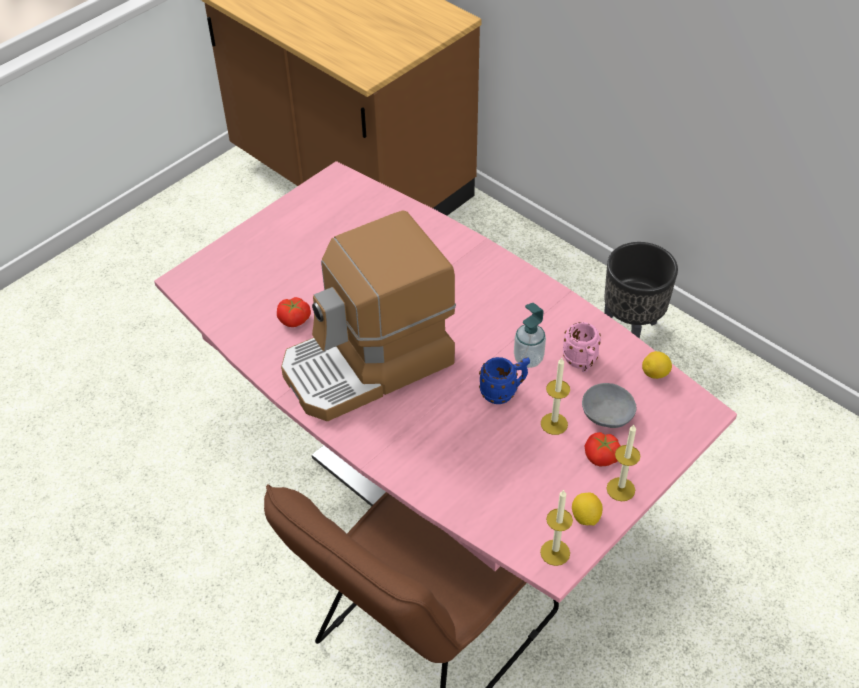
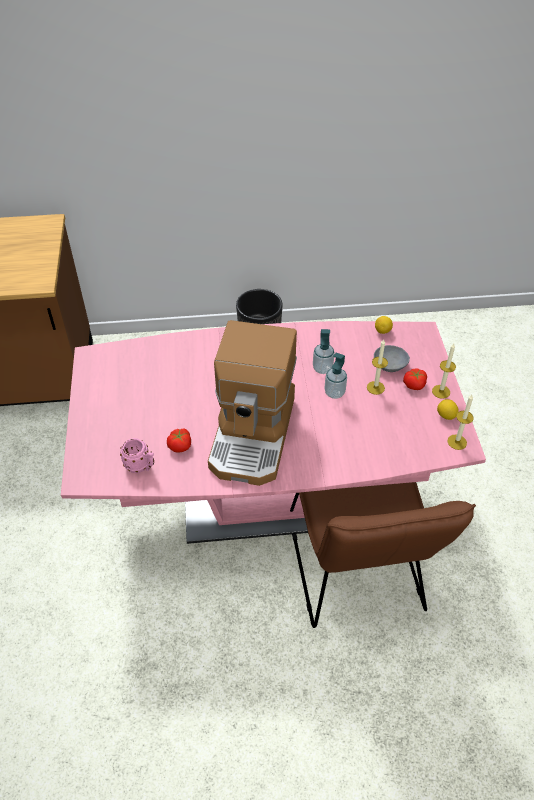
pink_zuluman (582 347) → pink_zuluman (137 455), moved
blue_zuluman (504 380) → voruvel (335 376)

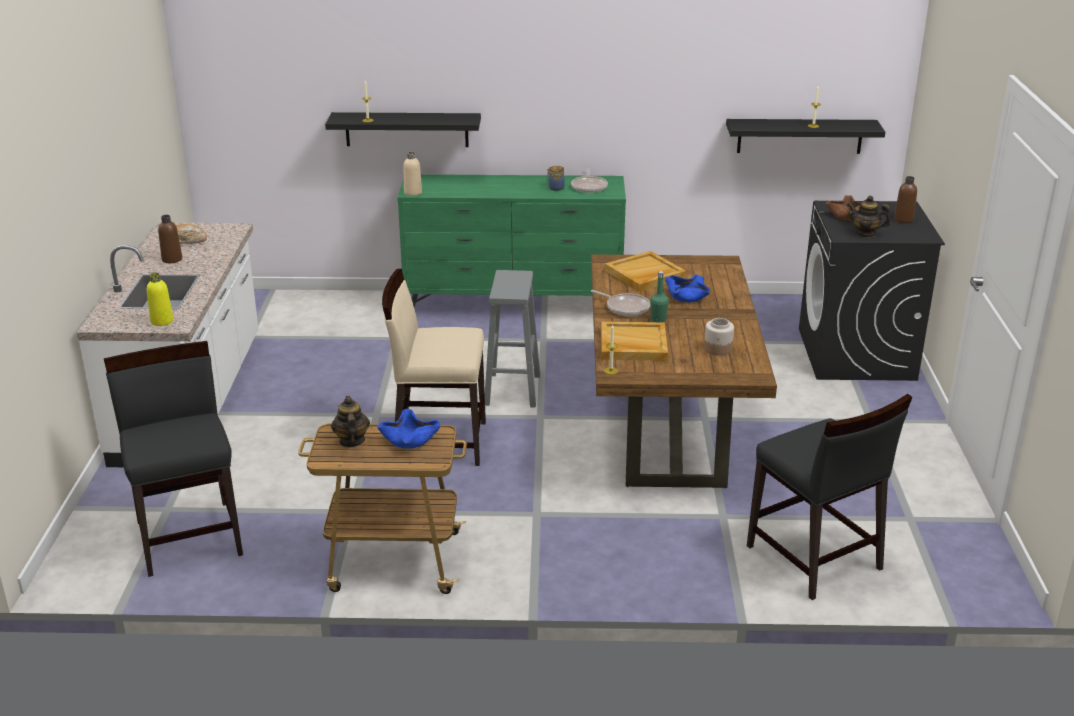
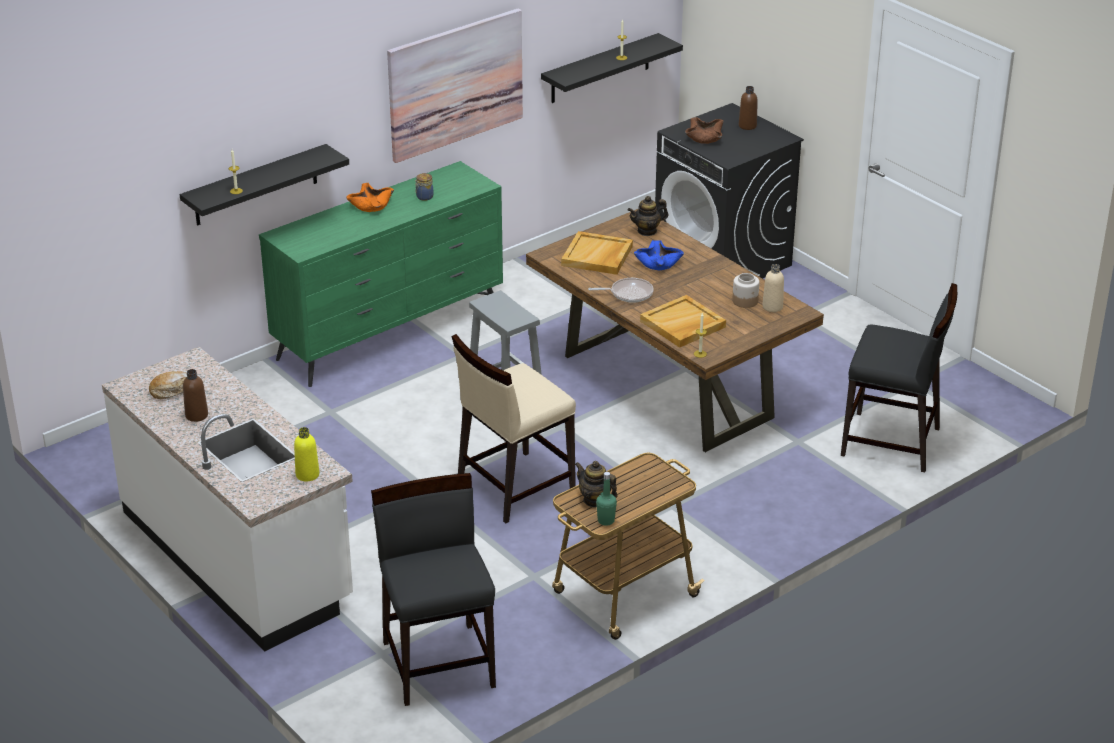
- → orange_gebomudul (370 197)
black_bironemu (173 459) → black_bironemu (433 589), 45 degrees clockwise
- → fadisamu (455 85)
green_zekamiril (659 296) → green_zekamiril (606 499), moved
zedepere (869 217) → zedepere (648 216), moved
beige_zekamiril (413 174) → beige_zekamiril (773 288), moved
blue_gebomudul (409 429) → -
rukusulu (589 180) → -

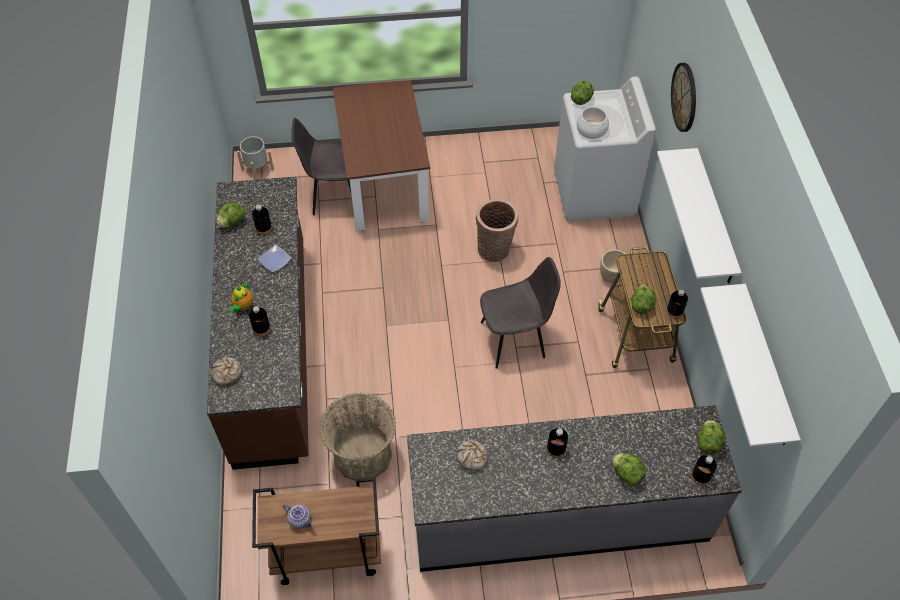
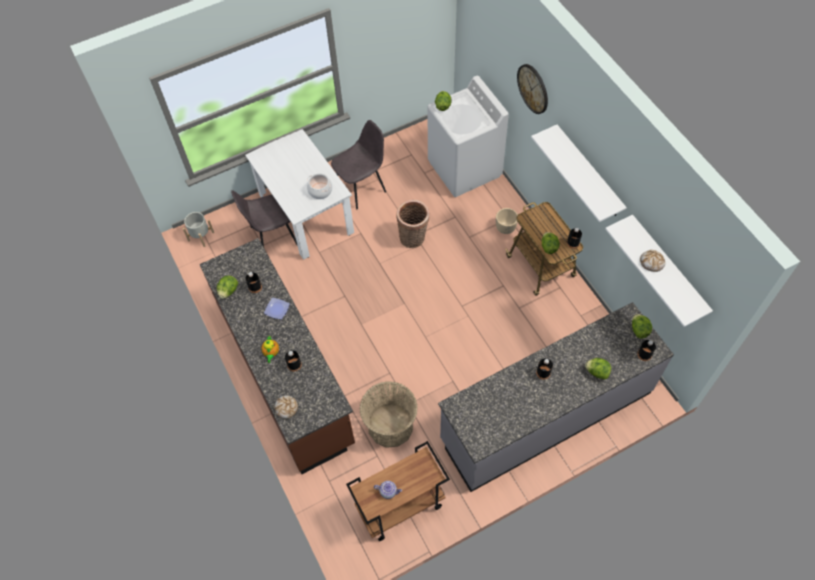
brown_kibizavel (381 155) → white_kibizavel (299 194)
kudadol (593 122) → kudadol (319 186), moved
grey_bironemu (520 313) → grey_bironemu (358 165), moved
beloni (472 455) → beloni (652 261), moved

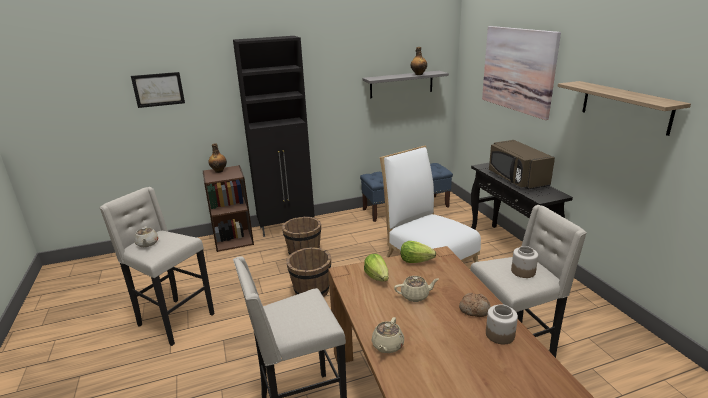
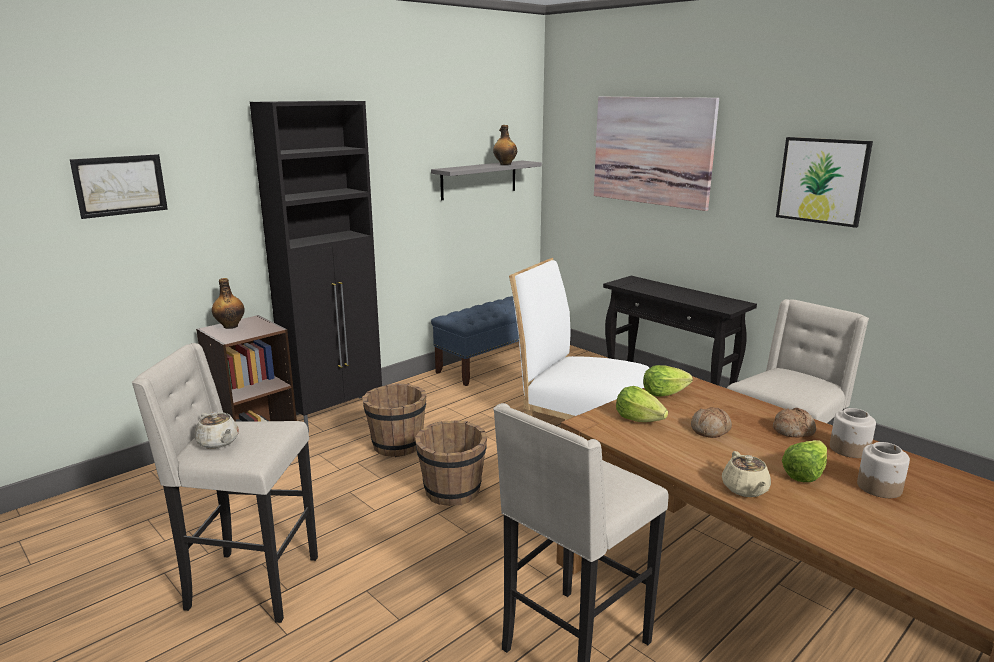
beige_zedepere (416 289) → beloni (711 422)
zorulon (624 108) → fadisamu (824 182)
- → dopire (804 461)
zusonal (524 262) → zusonal (883 470), moved
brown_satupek (522 164) → -

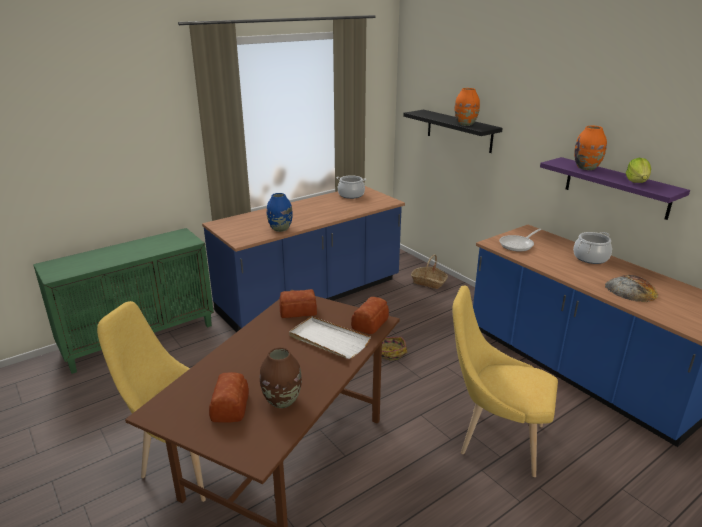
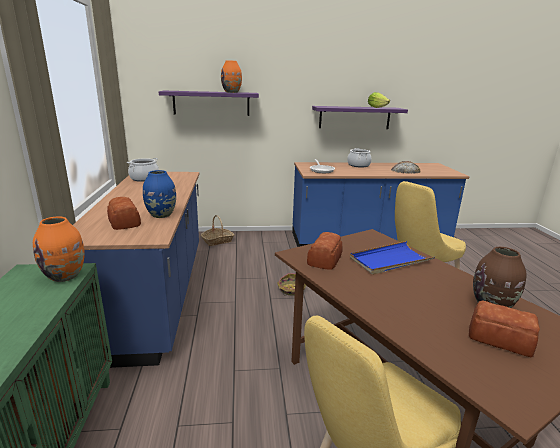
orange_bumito (590 148) → orange_bumito (59 249), moved
beloni (370 315) → beloni (124 213), moved
black_zorulon (453 131) → purple_zorulon (209 103)
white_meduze (330 337) → blue_meduze (392 258)

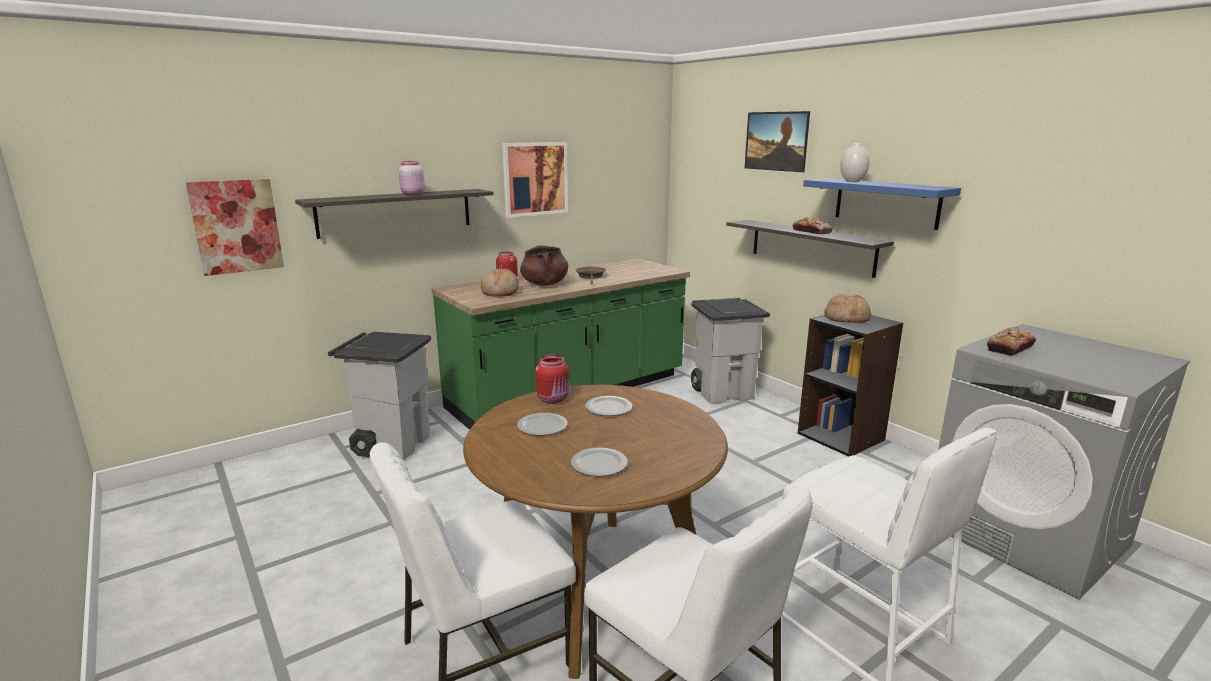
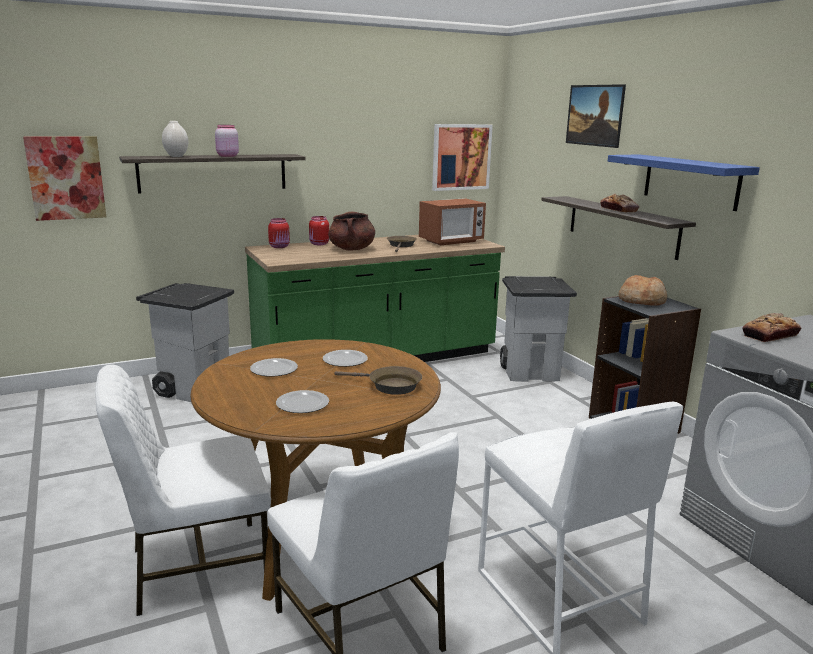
white_bumito (855 162) → white_bumito (175 139), moved
red_zusonal (552 379) → red_zusonal (279 233), moved
- → brown_rukusulu (378 380)
- → satupek (452 221)
fadisamu (535 180) → fadisamu (462 157), moved
beloni (500 282) → -

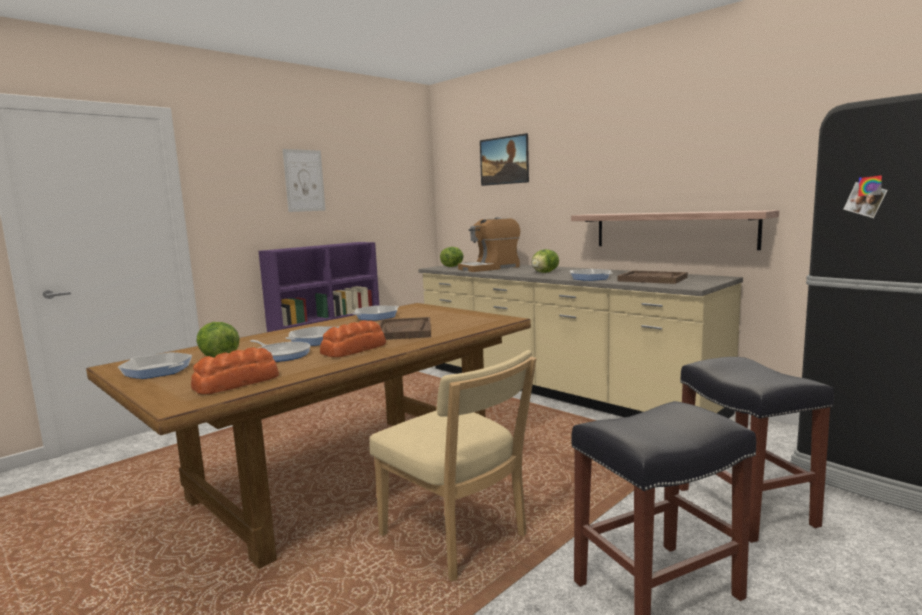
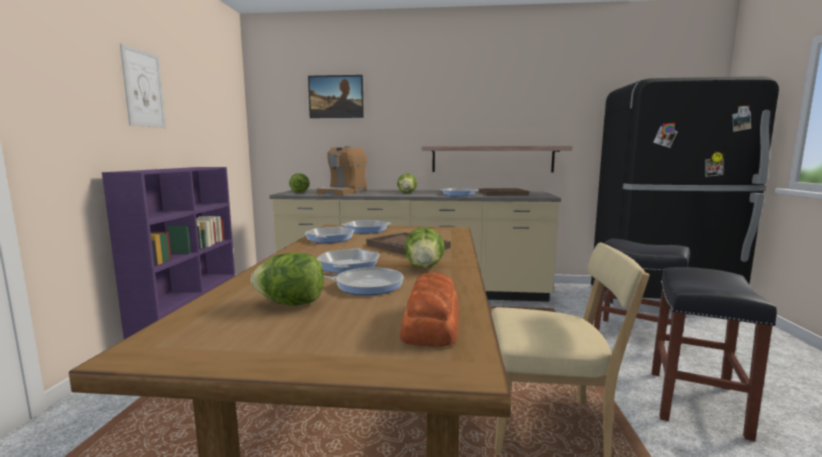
rukusulu (155 365) → rukusulu (366 227), moved
beloni (353 338) → dopire (425 247)

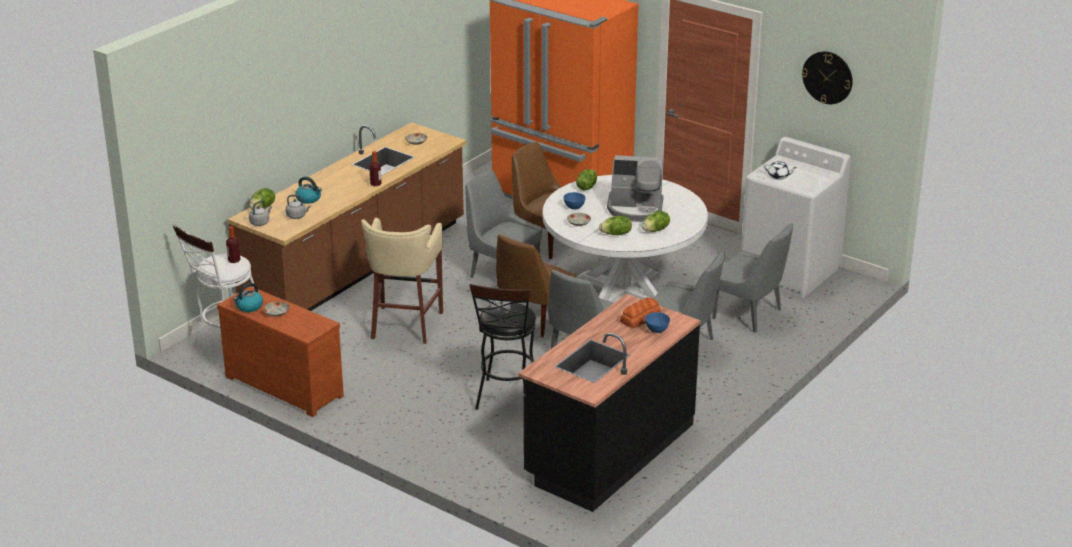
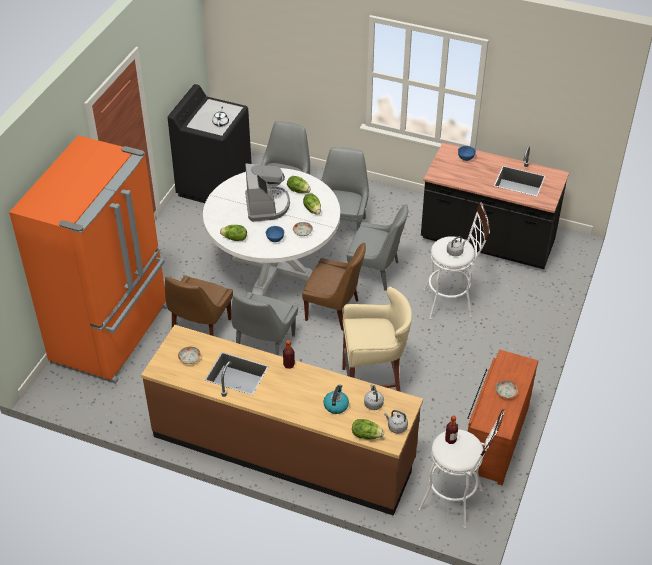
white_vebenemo (796 217) → black_vebenemo (210 143)
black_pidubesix (502 347) → white_pidubesix (456 261)
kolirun (248 297) → -
beloni (640 313) → -
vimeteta (827 77) → -

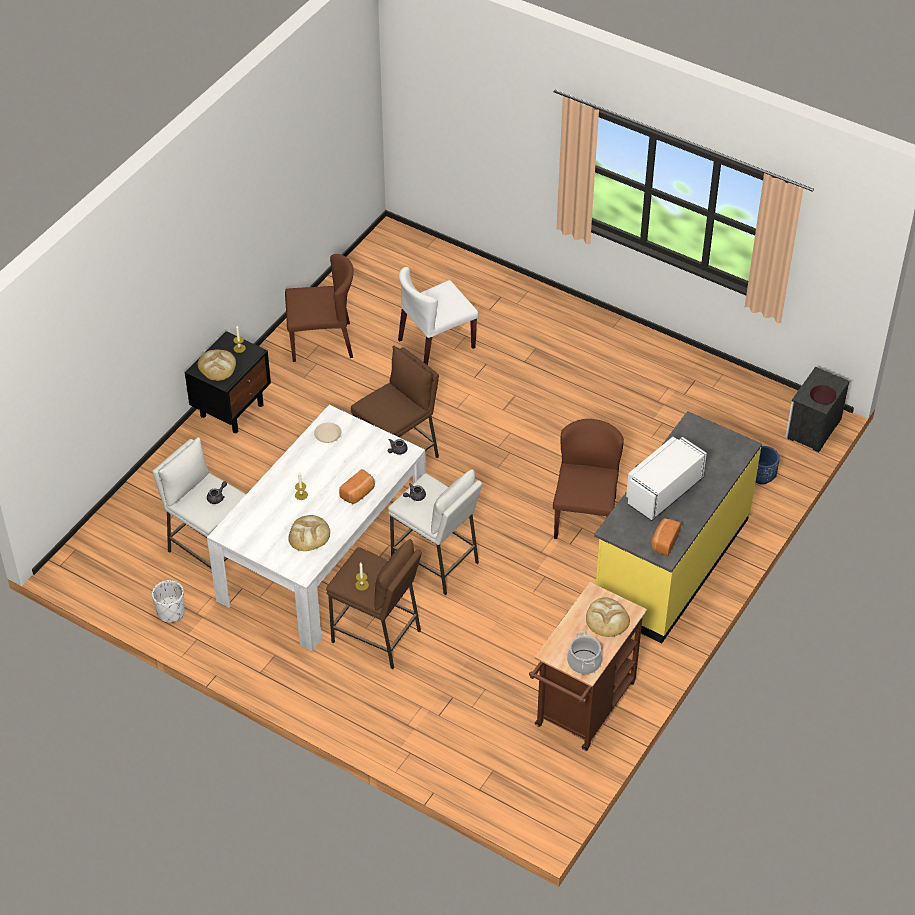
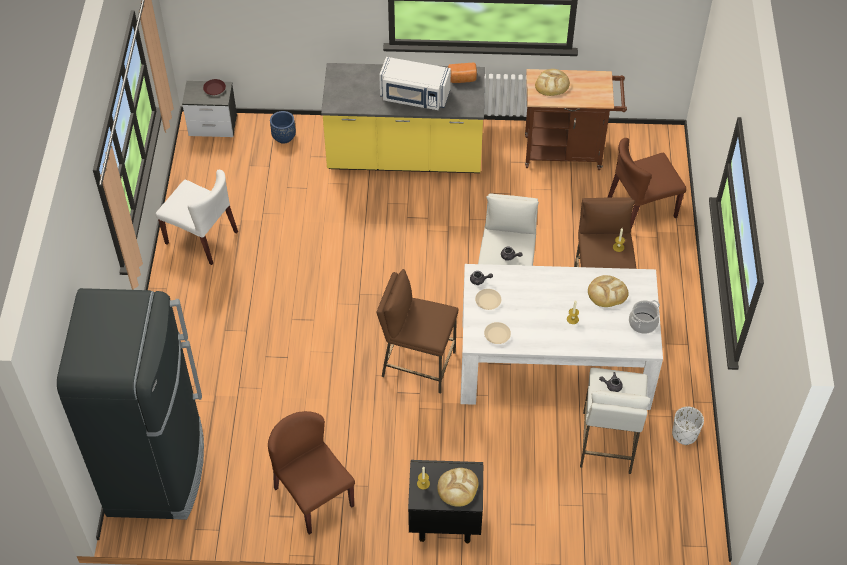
- → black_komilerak (130 404)
white_bironemu (438 316) → white_bironemu (197 217), moved
- → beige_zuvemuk (488 299)
brown_bironemu (588 479) → brown_bironemu (647 183), moved
kudadol (584 653) → kudadol (644 317), moved
beloni (357 486) → -

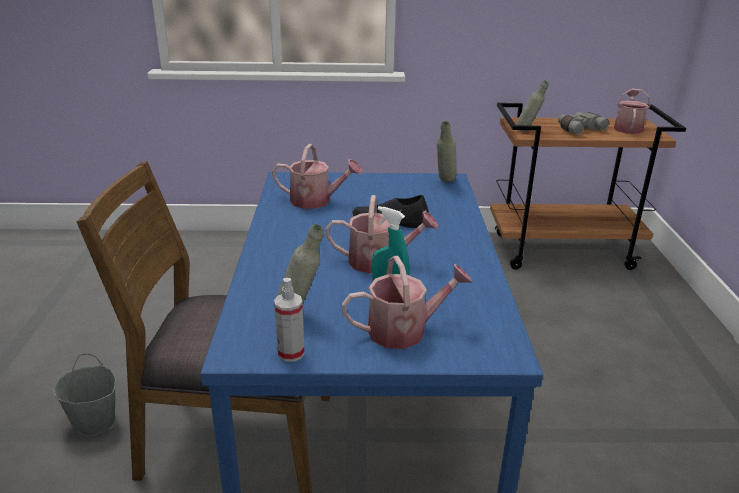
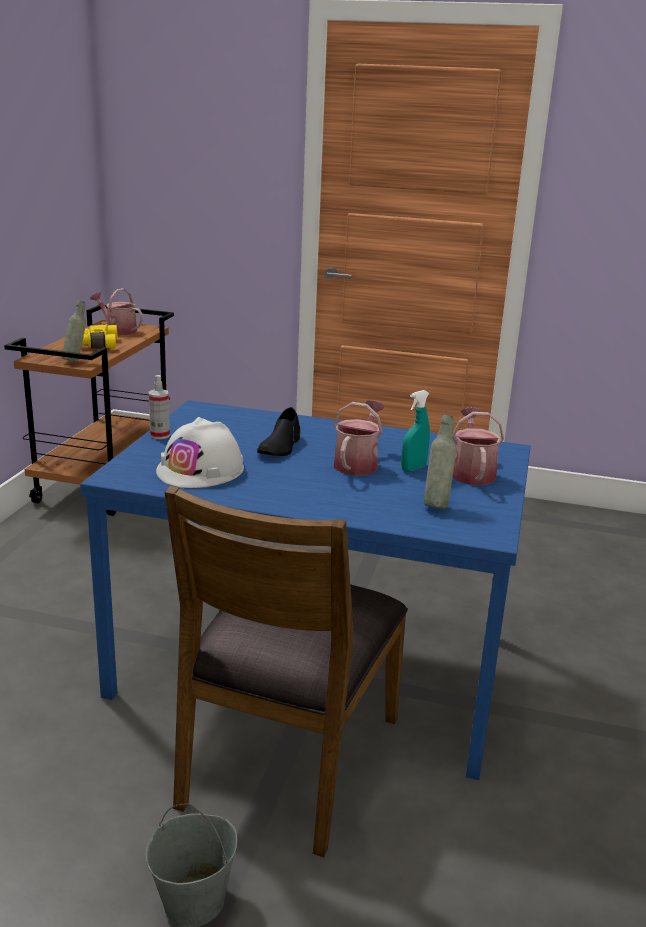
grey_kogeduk (583 123) → yellow_kogeduk (99 336)
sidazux (289 320) → sidazux (159 407), moved
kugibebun (317 176) → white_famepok (200 452)
grey_zekamiril (447 151) → -

